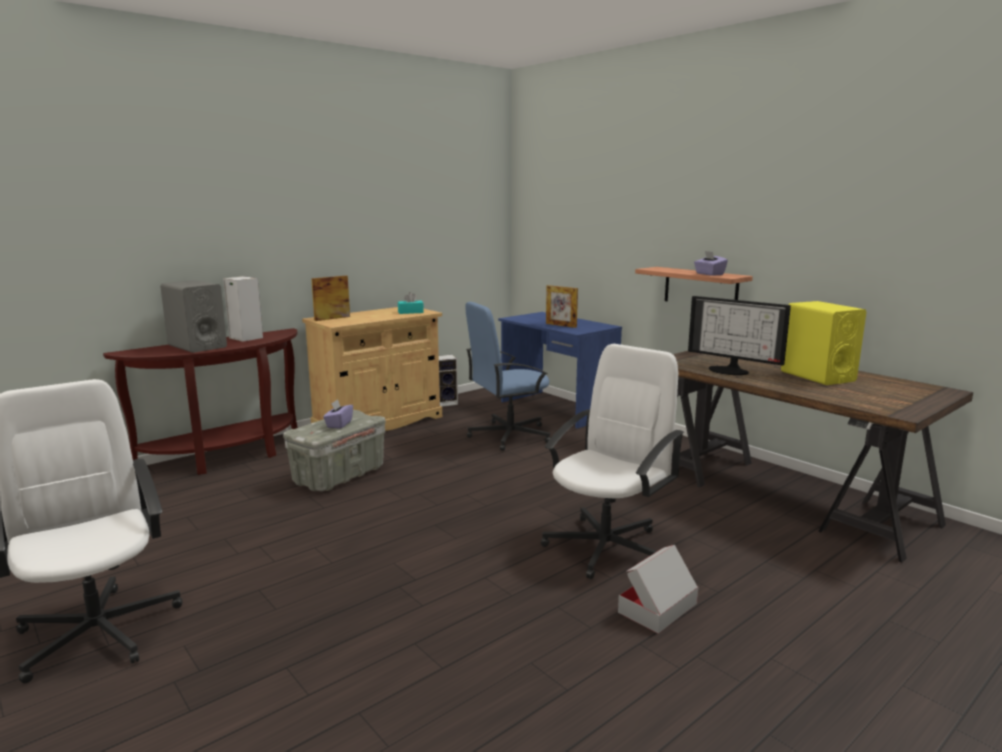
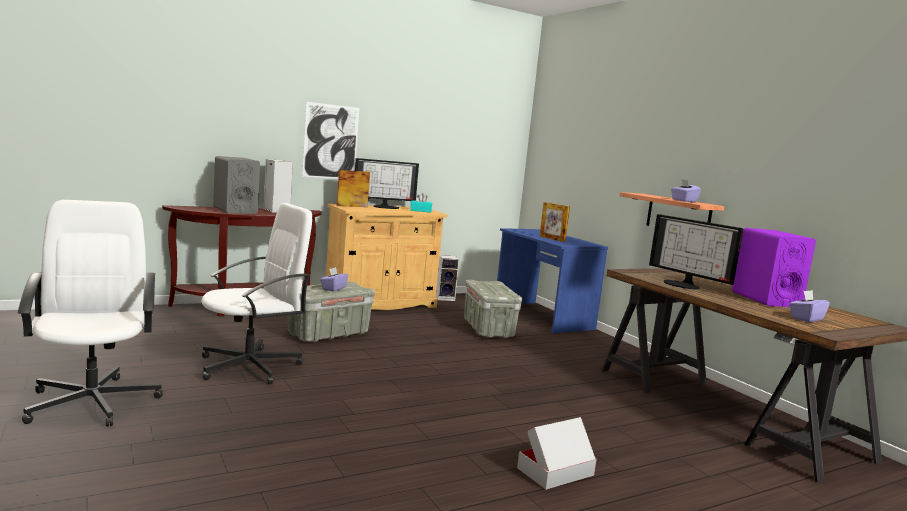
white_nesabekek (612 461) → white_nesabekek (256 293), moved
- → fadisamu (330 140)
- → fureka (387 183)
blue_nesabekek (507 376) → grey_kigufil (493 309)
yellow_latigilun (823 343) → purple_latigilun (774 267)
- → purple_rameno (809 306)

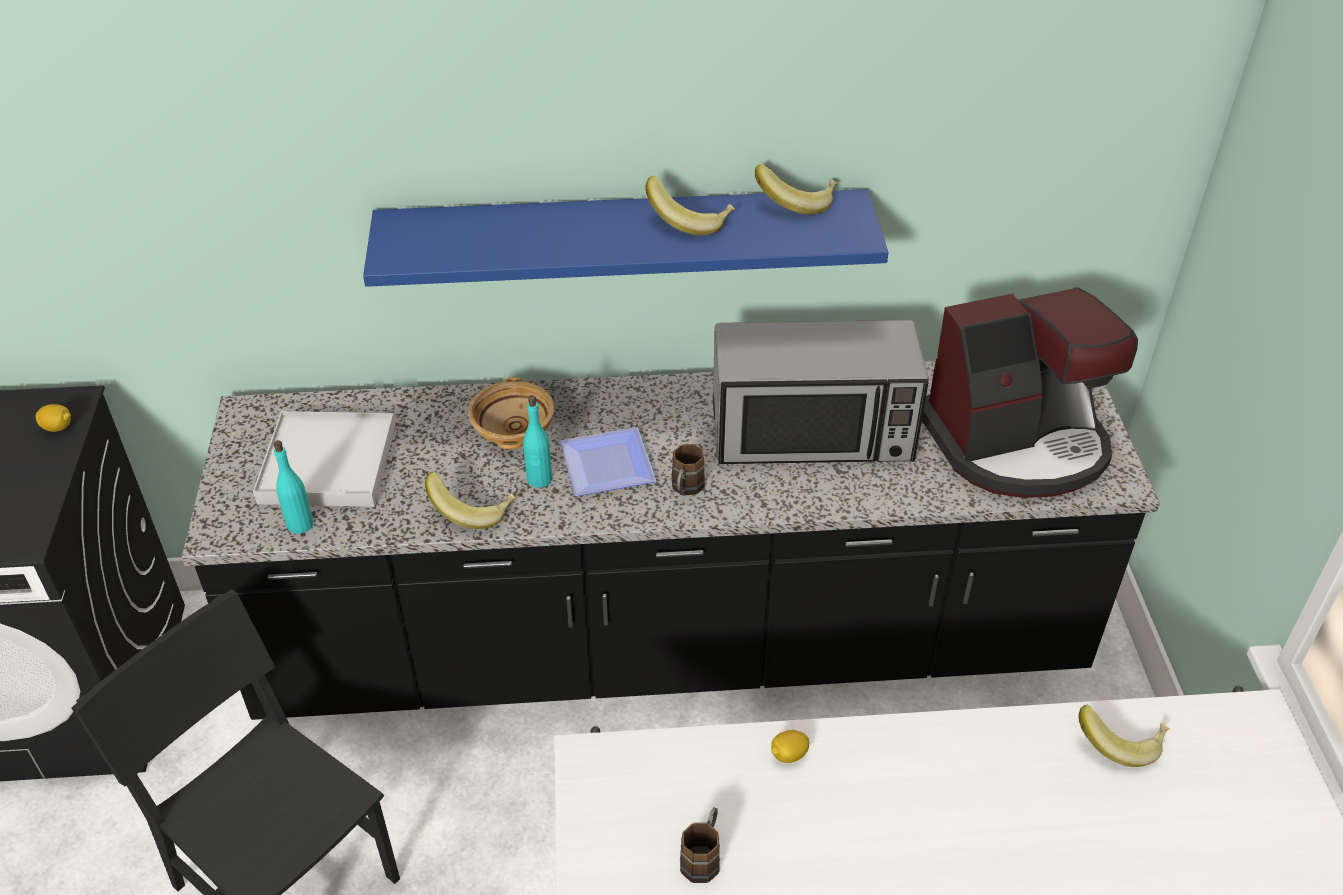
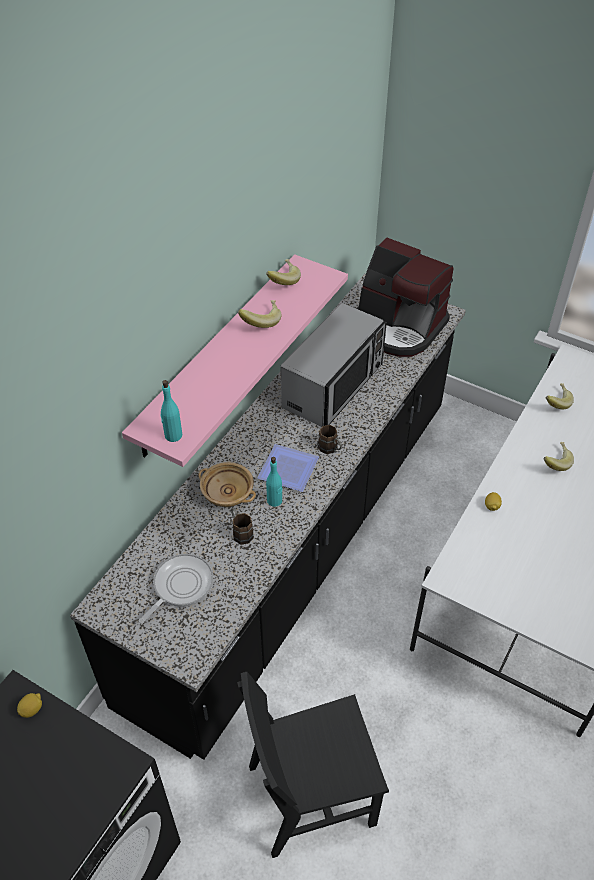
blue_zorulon (626 238) → pink_zorulon (235 360)
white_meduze (324 459) → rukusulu (176 589)
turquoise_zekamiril (293 487) → turquoise_zekamiril (171 411), moved
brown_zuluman (700 845) → brown_zuluman (242 526), moved
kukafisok (1030 392) → kukafisok (405 297), 105 degrees clockwise
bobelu (470 500) → bobelu (558 456), moved

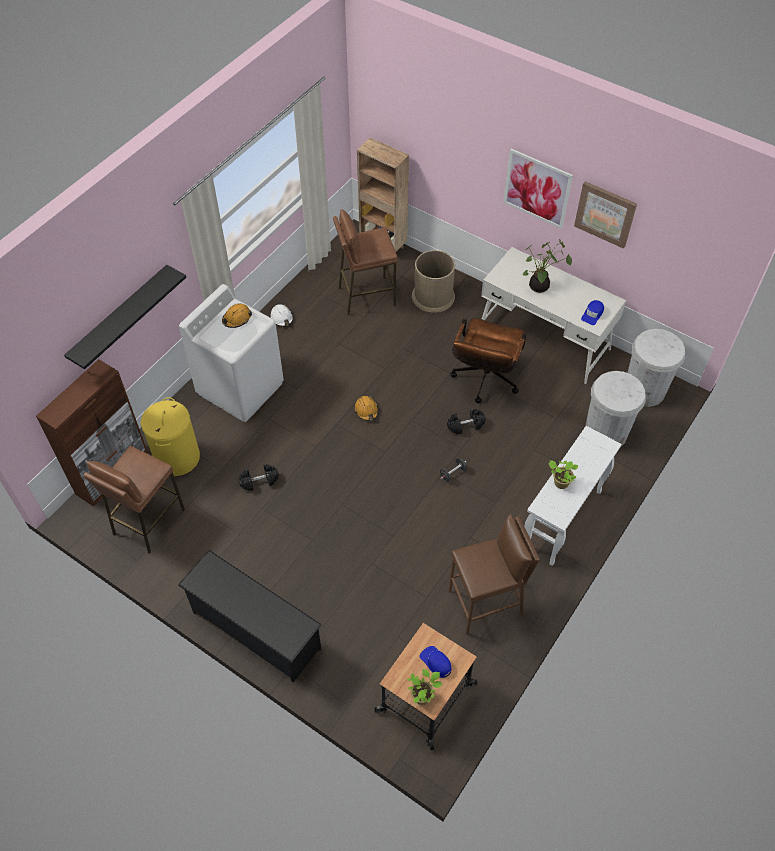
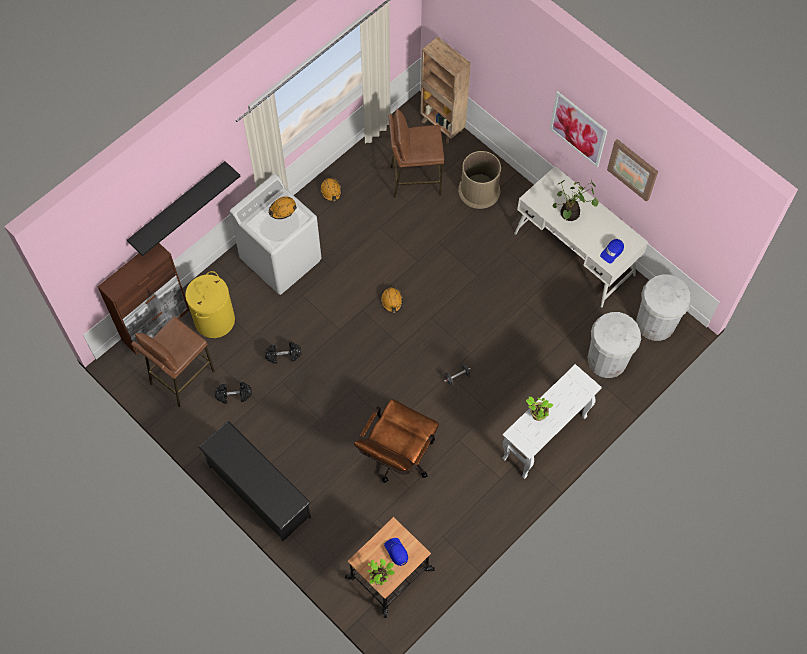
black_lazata (466 421) → black_lazata (233 393), moved
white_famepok (282 315) → orange_famepok (331 190)
brown_nesabekek (488 360) → brown_nesabekek (396 441), moved
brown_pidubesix (494 574) → -

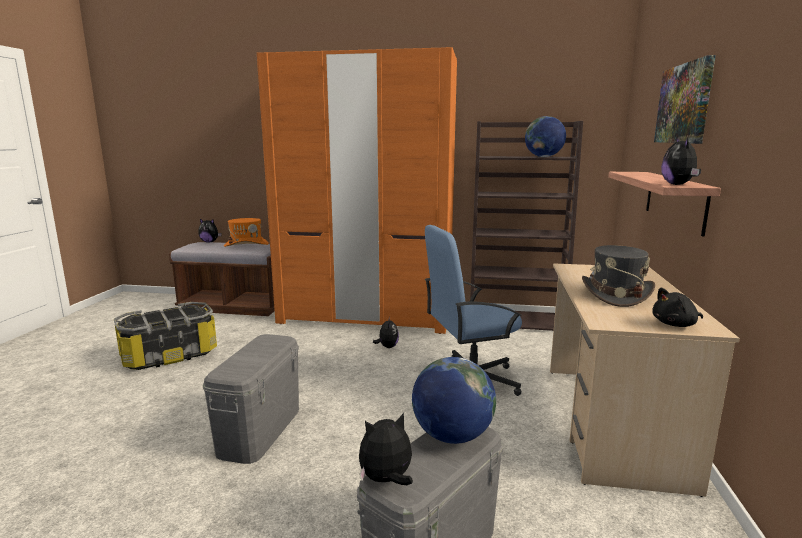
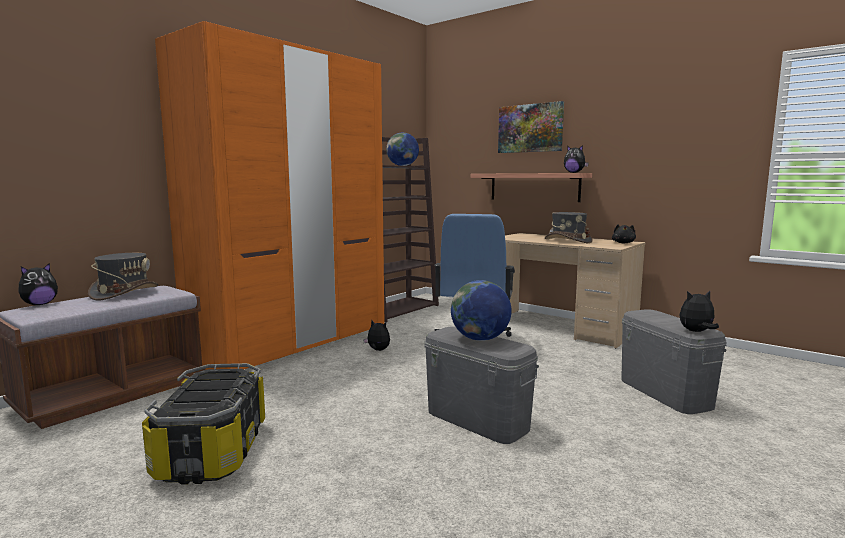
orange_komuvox (246 232) → grey_komuvox (123 277)
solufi (454 400) → solufi (481 310), moved
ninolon (386 449) → ninolon (699 311), 75 degrees clockwise

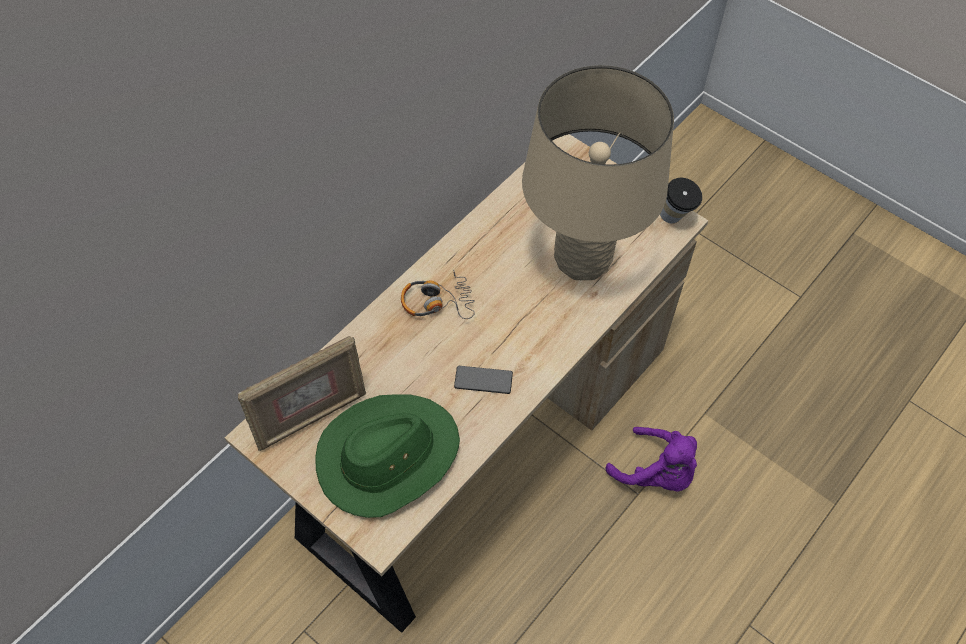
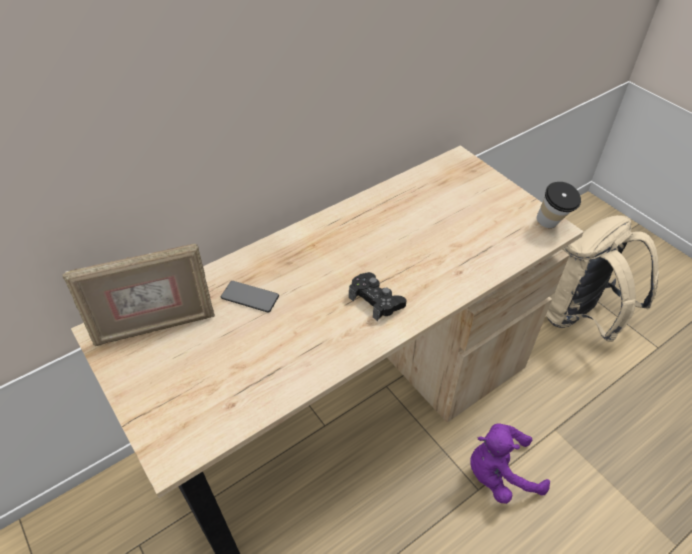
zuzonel (483 380) → zuzonel (250 297), moved
- → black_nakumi (378 296)
purple_ninolon (651 459) → purple_ninolon (510 463), 120 degrees clockwise
- → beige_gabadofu (602 278)
green_komuvox (387 456) → -
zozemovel (438 294) → -
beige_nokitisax (598 172) → -

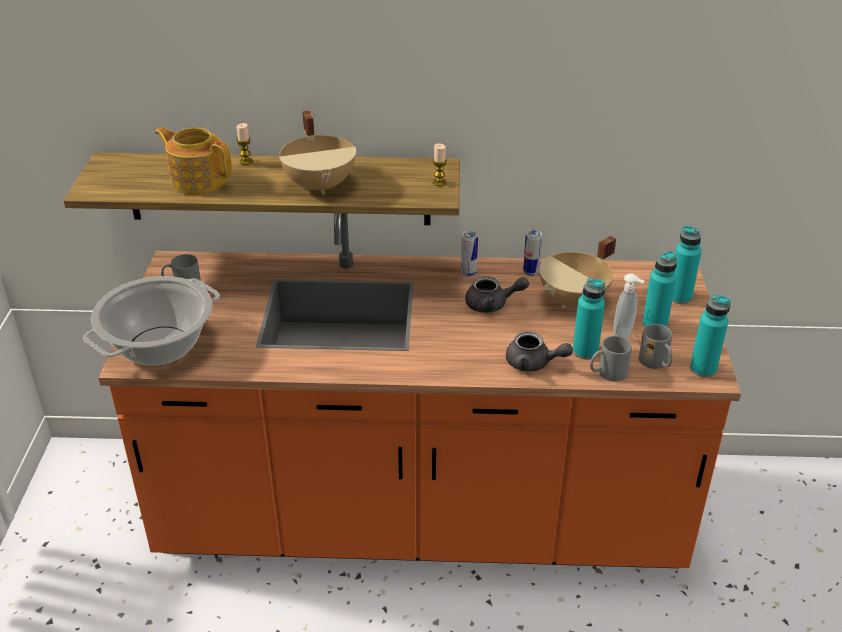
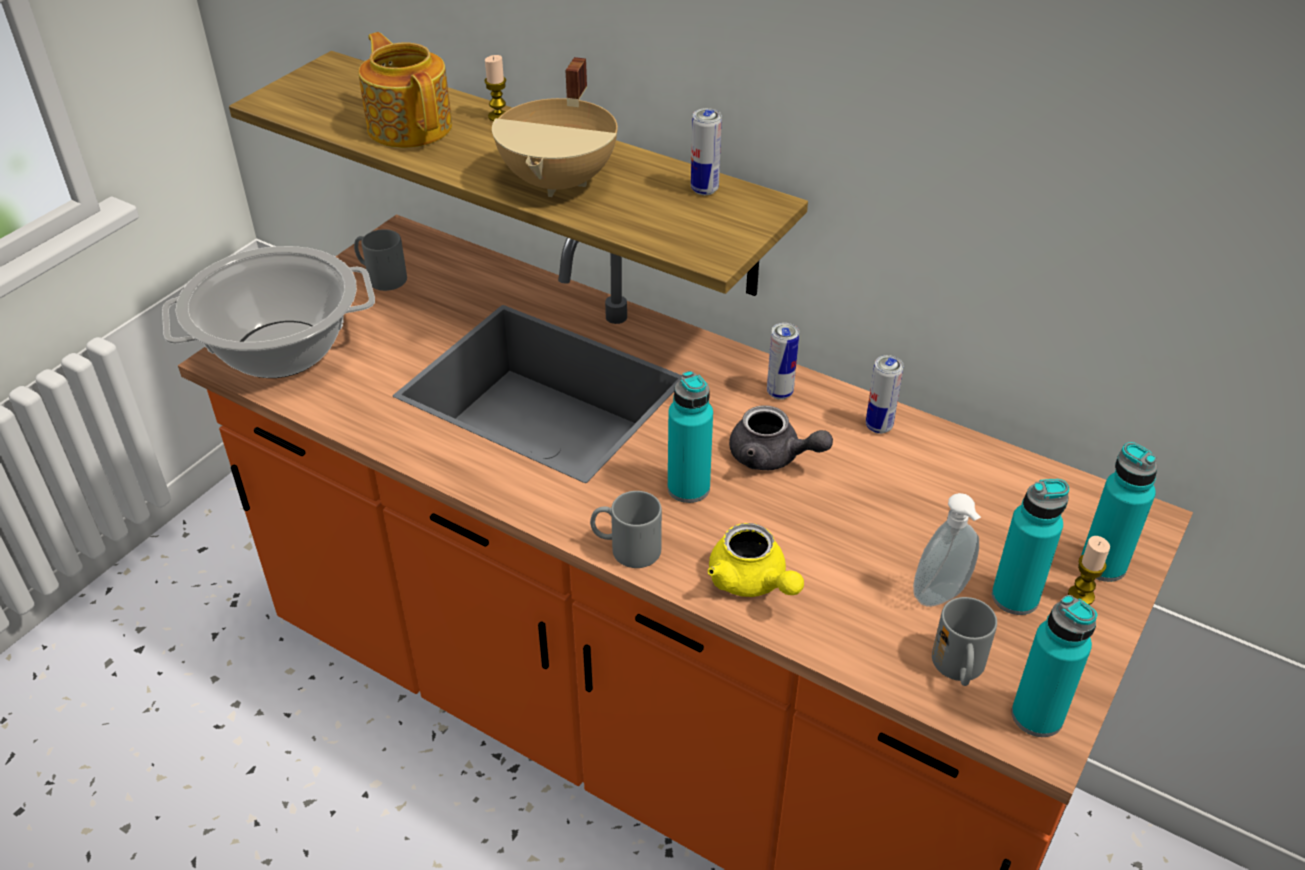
grey_zuluman (611 359) → grey_zuluman (626 529), moved
turquoise_zekamiril (589 318) → turquoise_zekamiril (690 437), moved
- → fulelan (706 151)
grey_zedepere (539 351) → yellow_zedepere (756 560)
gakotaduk (439 164) → gakotaduk (1089 570), moved
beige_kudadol (578 272) → -

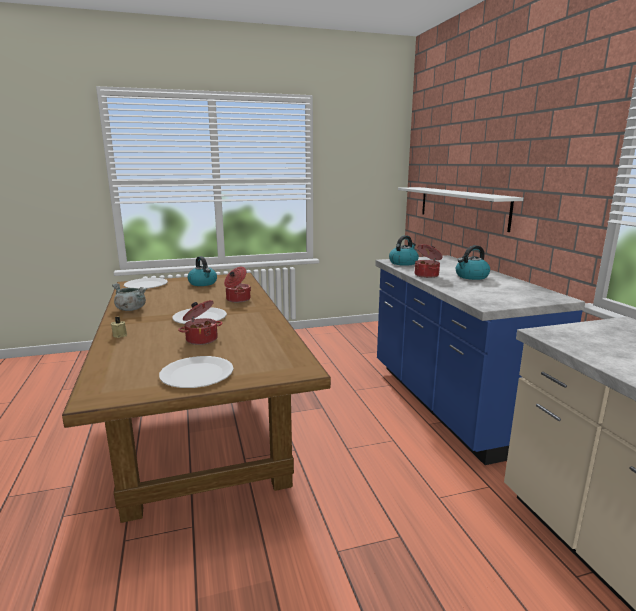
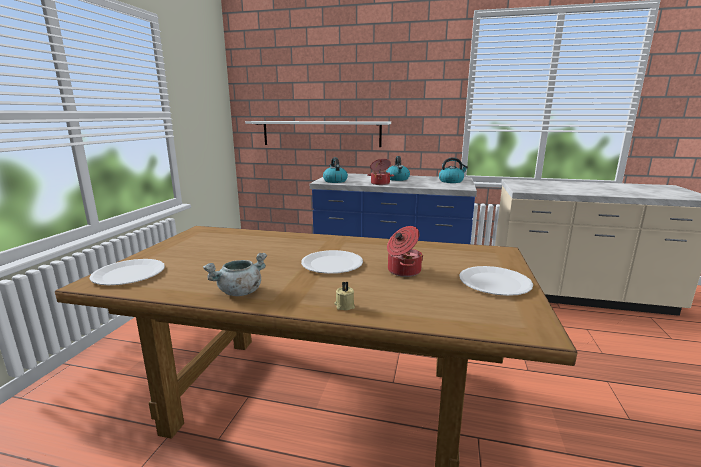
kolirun (202 271) → kolirun (453 170), moved
kudadol (237 284) → -

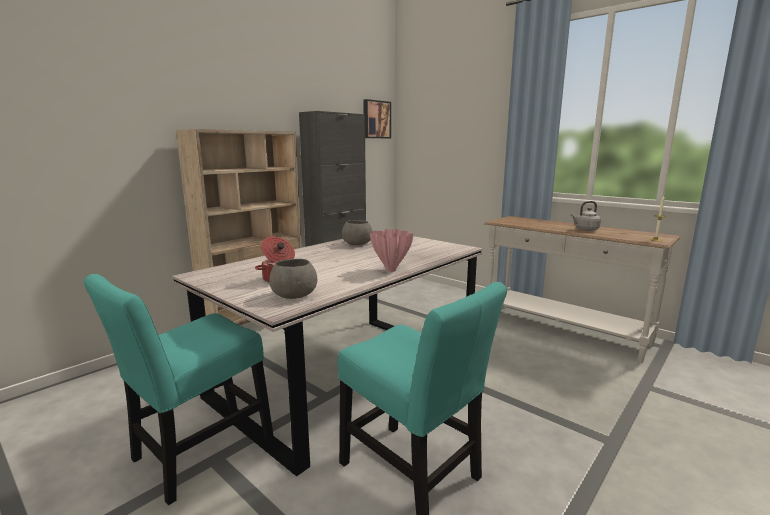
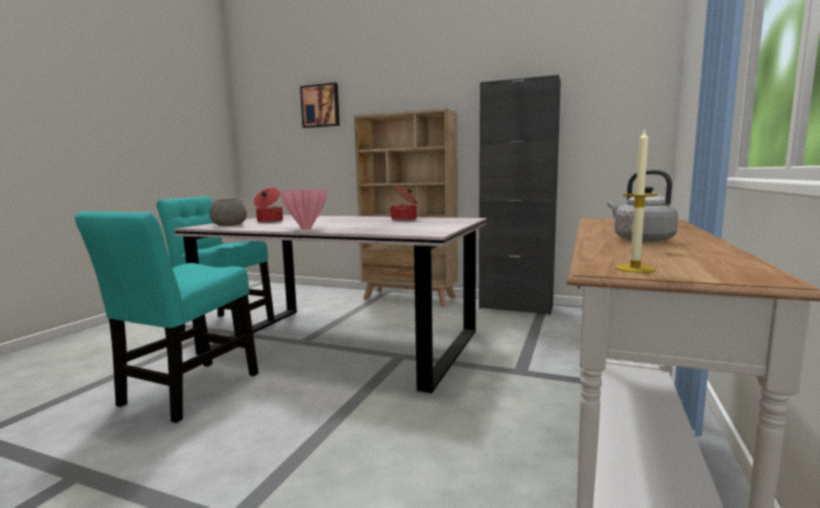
fadisamu (377 118) → fadisamu (320 105), moved
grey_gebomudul (357 232) → kudadol (403 203)

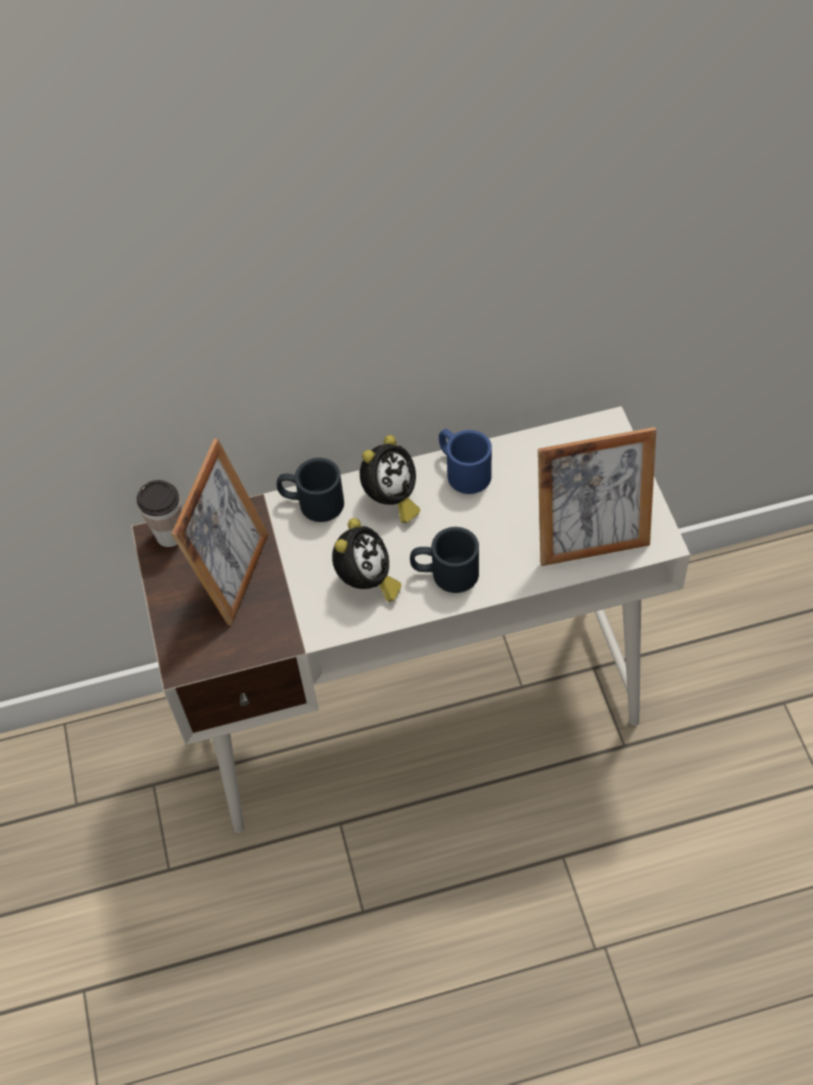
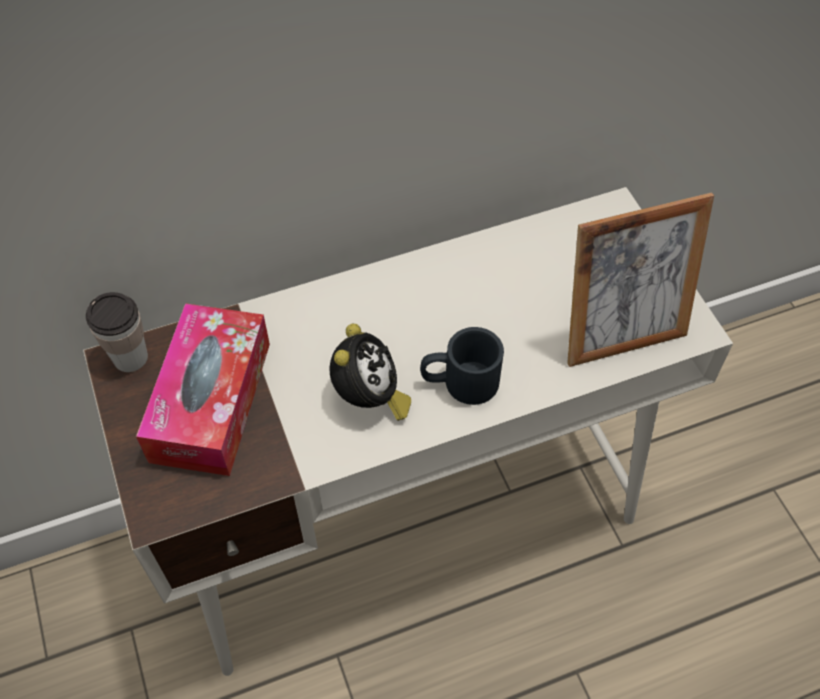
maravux (220 532) → rameno (203 389)
black_zuluman (310 490) → -
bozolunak (390 479) → -
blue_zuluman (465 461) → -

